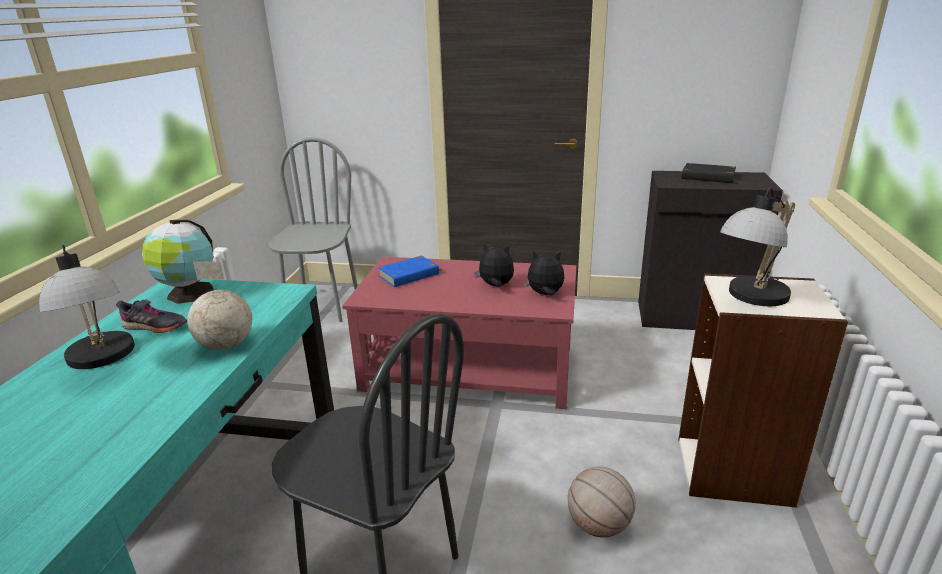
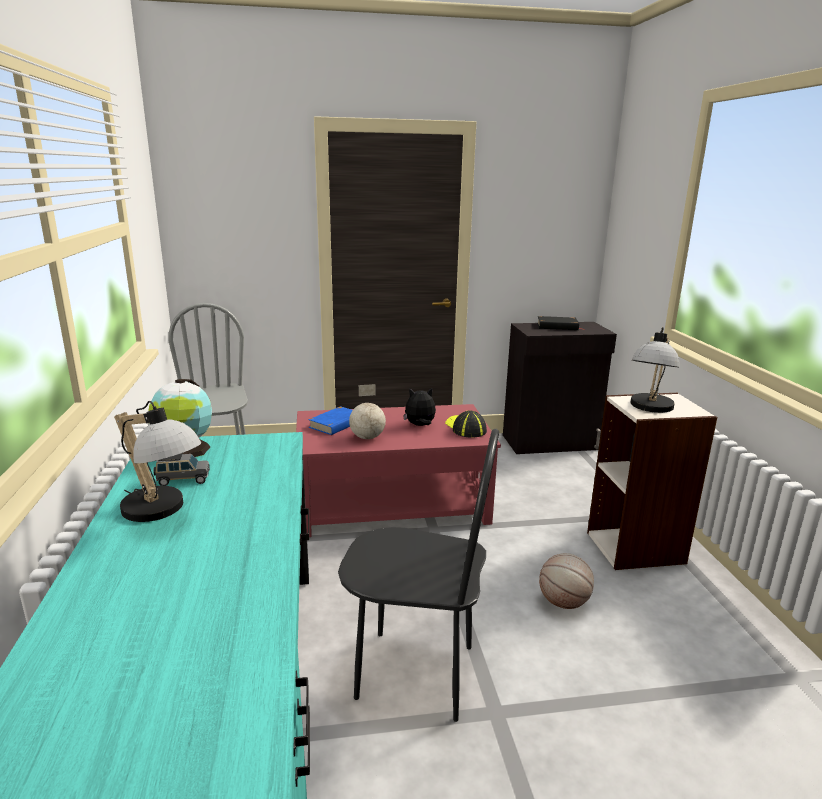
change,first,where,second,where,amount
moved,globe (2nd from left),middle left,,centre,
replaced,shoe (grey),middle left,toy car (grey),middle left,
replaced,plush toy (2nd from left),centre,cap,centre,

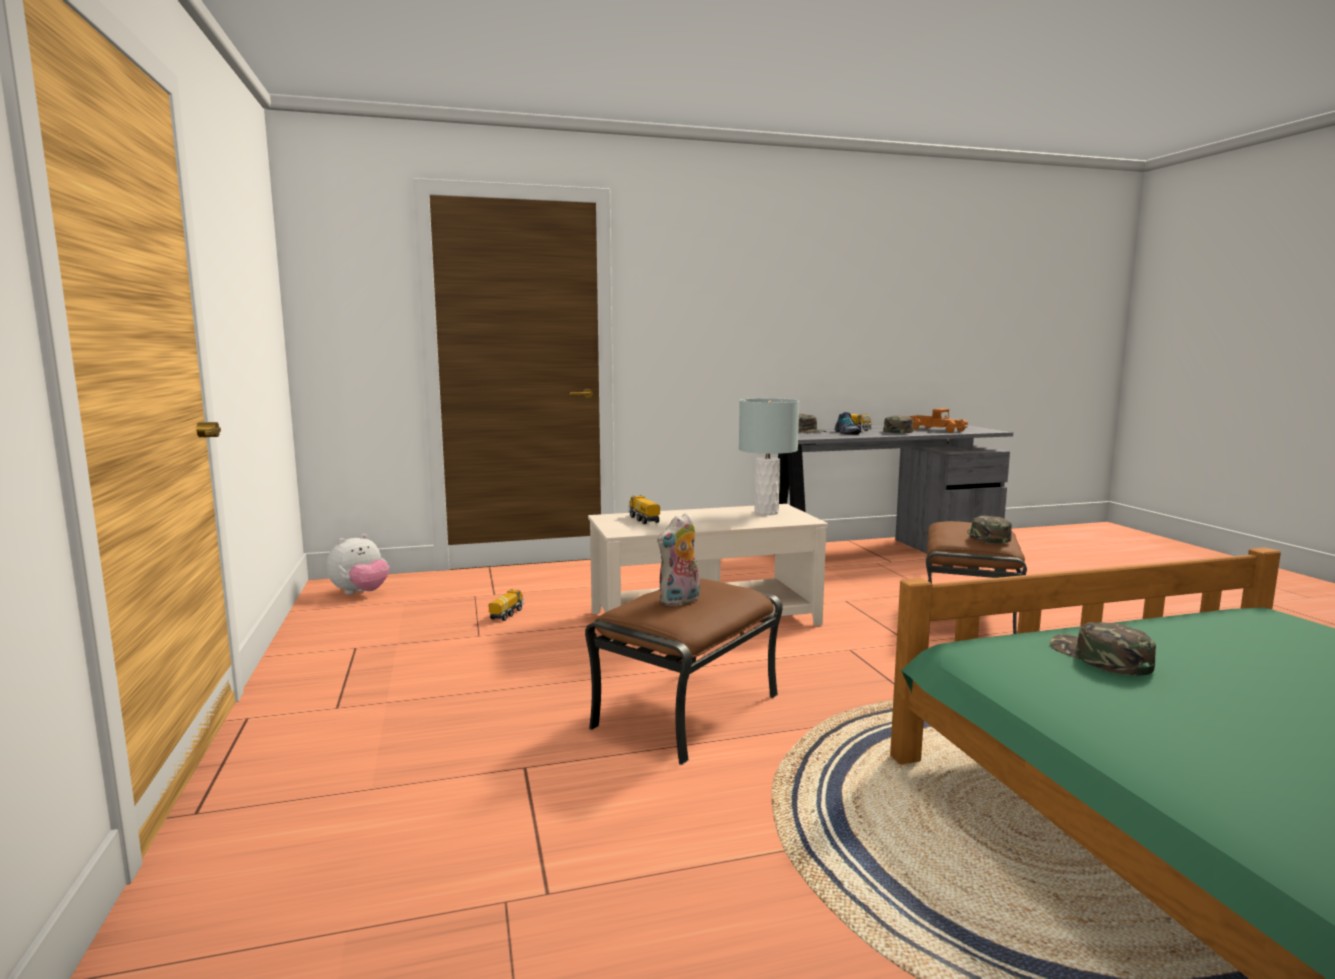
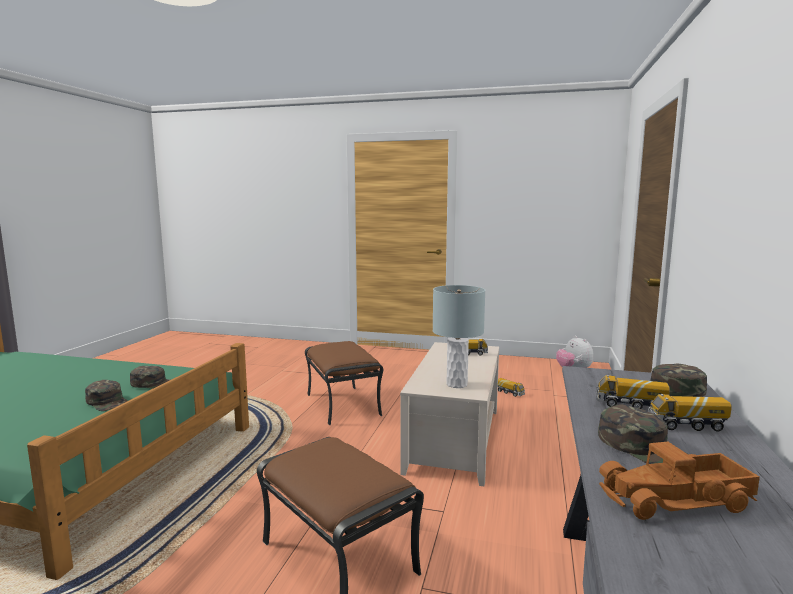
change,first,where,second,where,amount
removed,plush toy (2nd from left),centre,,,
moved,cap (green) (3rd from left in the first image),middle right,cap (green) (1st from left),middle left,
replaced,shoe,centre,toy truck (3rd from left),middle right,

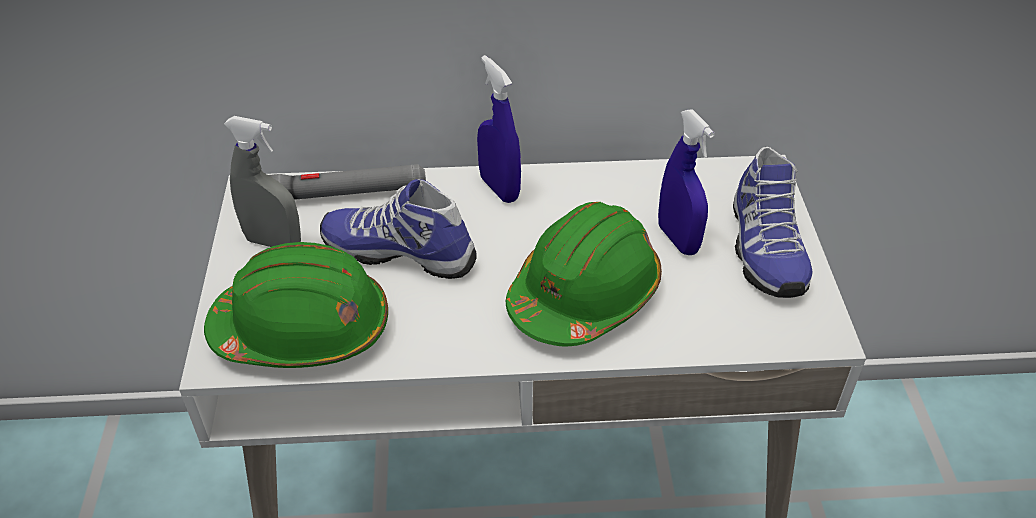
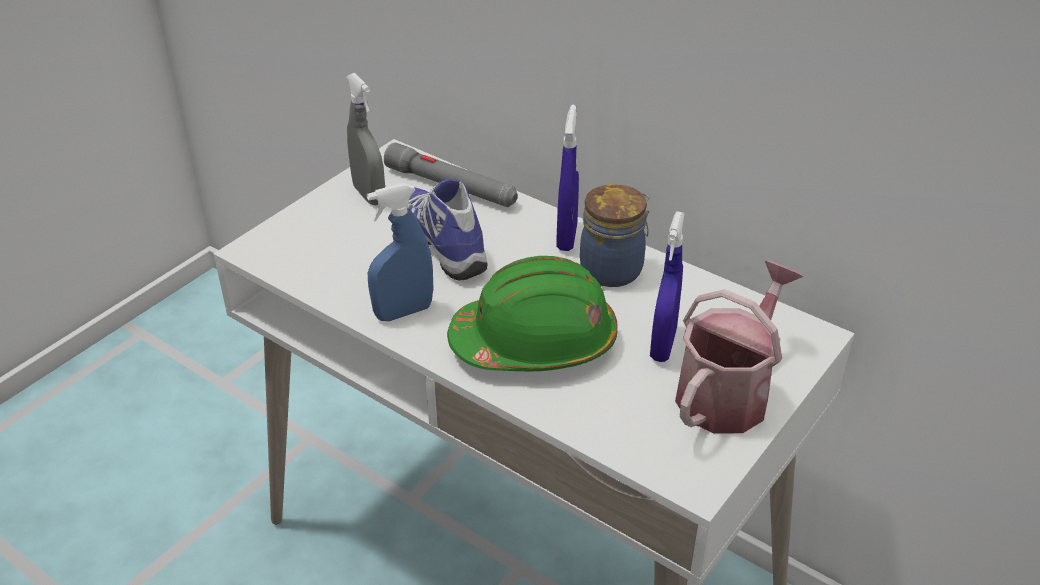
change,first,where,second,where,amount
removed,hard hat (green) (1st from left),middle left,,,
added,,,spray bottle (blue) (1st from left),centre,
added,,,jar,centre,
replaced,shoe (2nd from left),middle right,watering can,middle right,

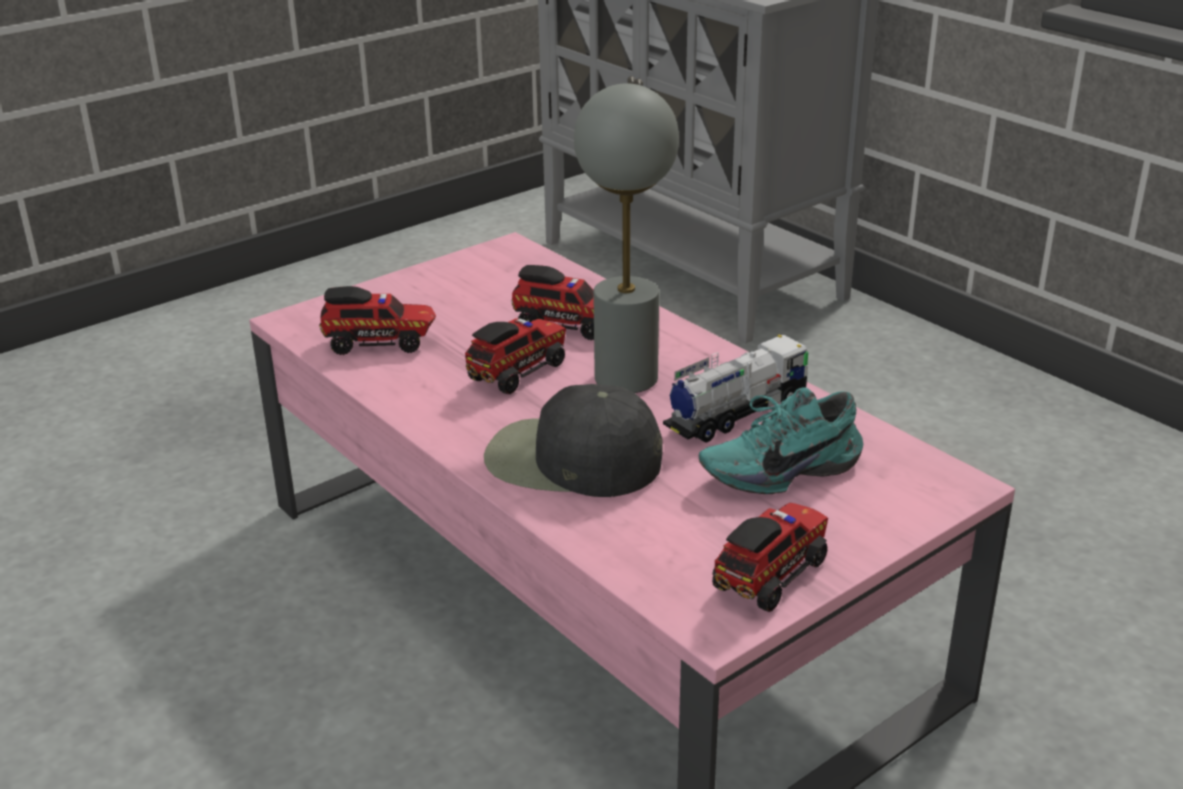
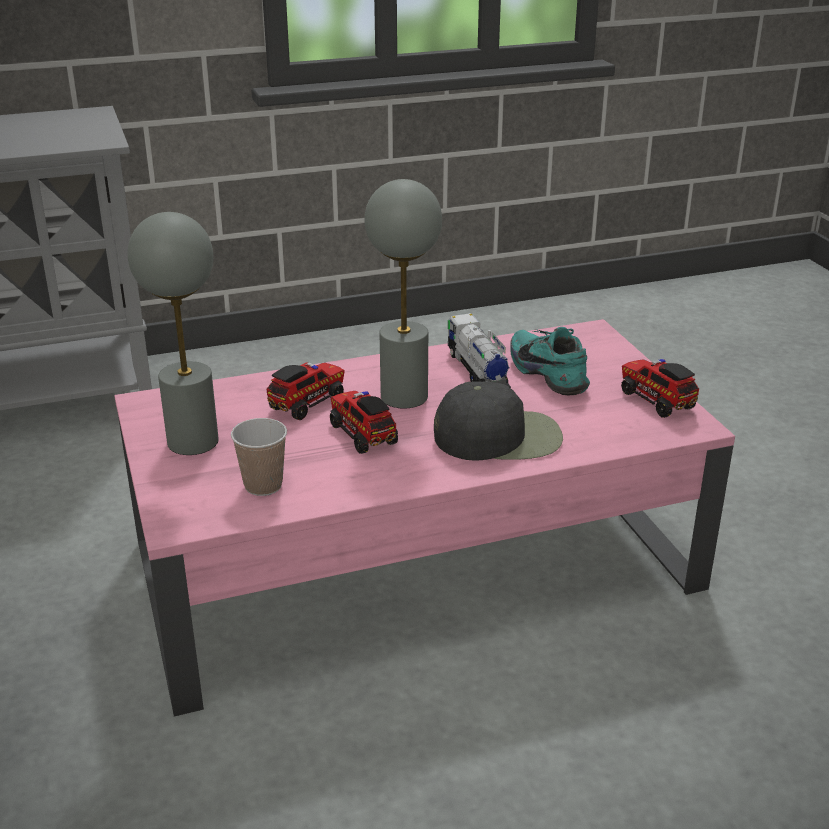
change,first,where,second,where,amount
added,,,table lamp (grey) (1st from left),middle left,
replaced,toy truck (1st from left),middle left,cup,middle left,
turned,cap (black),centre,,centre,135 degrees counterclockwise
turned,shoe (turquoise),centre,,centre,150 degrees clockwise

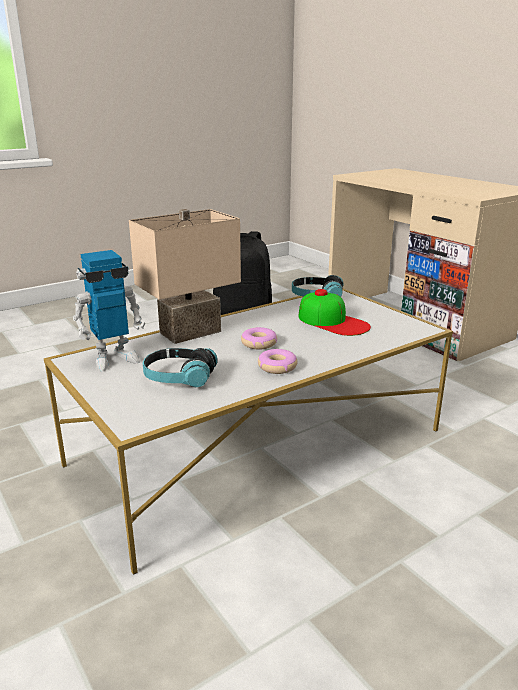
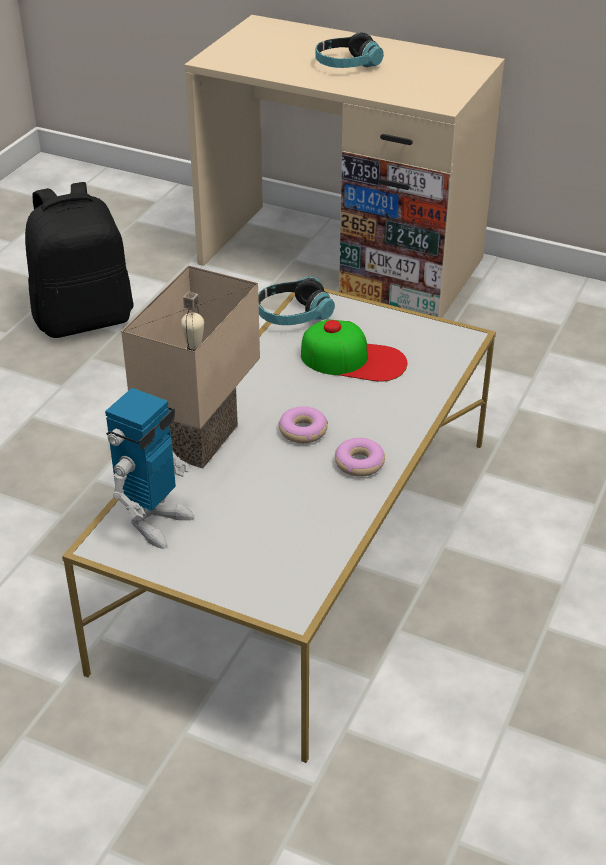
change,first,where,second,where,amount
moved,headphones (1st from left in the first image),centre,headphones (2nd from left),top centre,

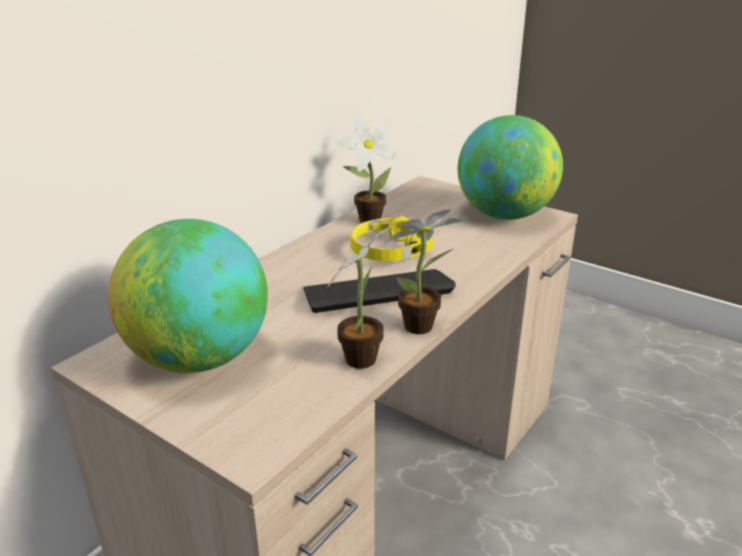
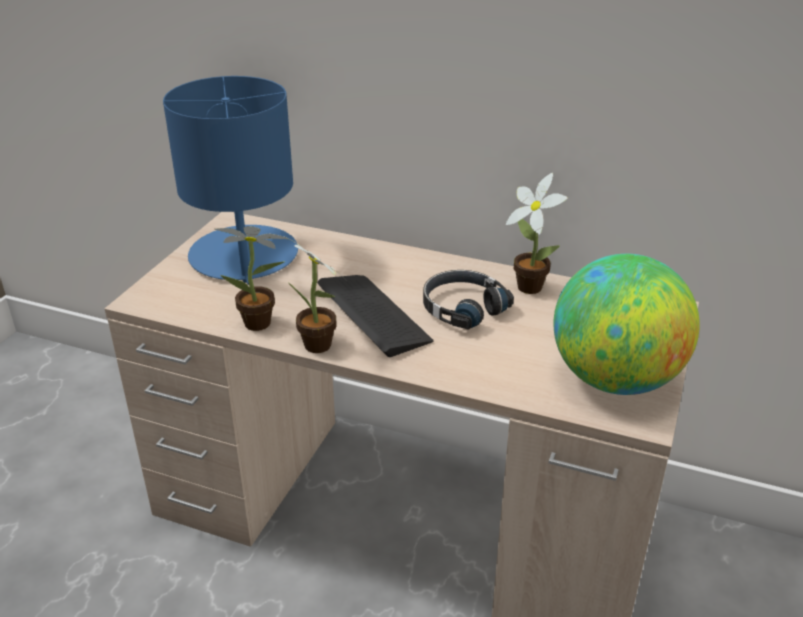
change,first,where,second,where,amount
replaced,globe (1st from left),middle left,table lamp (blue),top left,
recoloured,headphones (yellow),centre,headphones (black),centre,

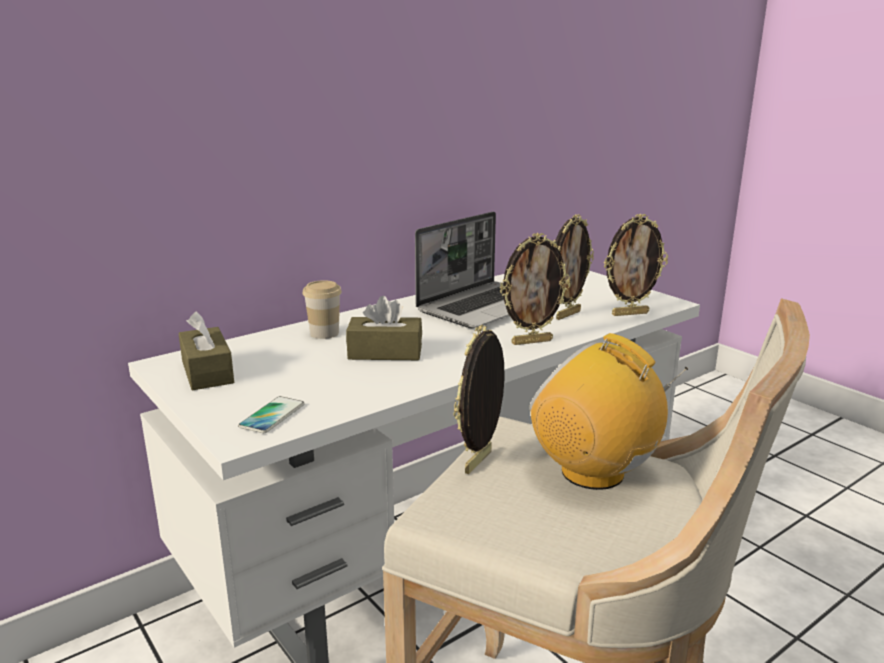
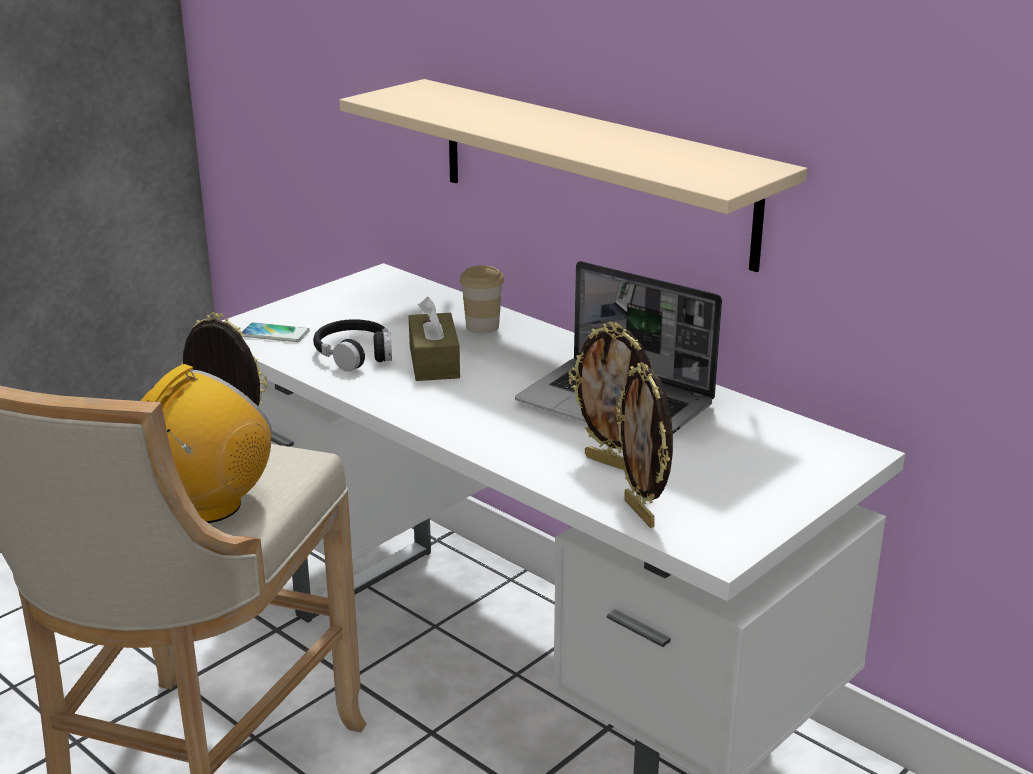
change,first,where,second,where,amount
removed,tissue box (brown) (1st from left),middle left,,,
removed,picture frame (2nd from left),centre,,,
added,,,headphones (black),centre,
added,,,shelf (beige),top centre,

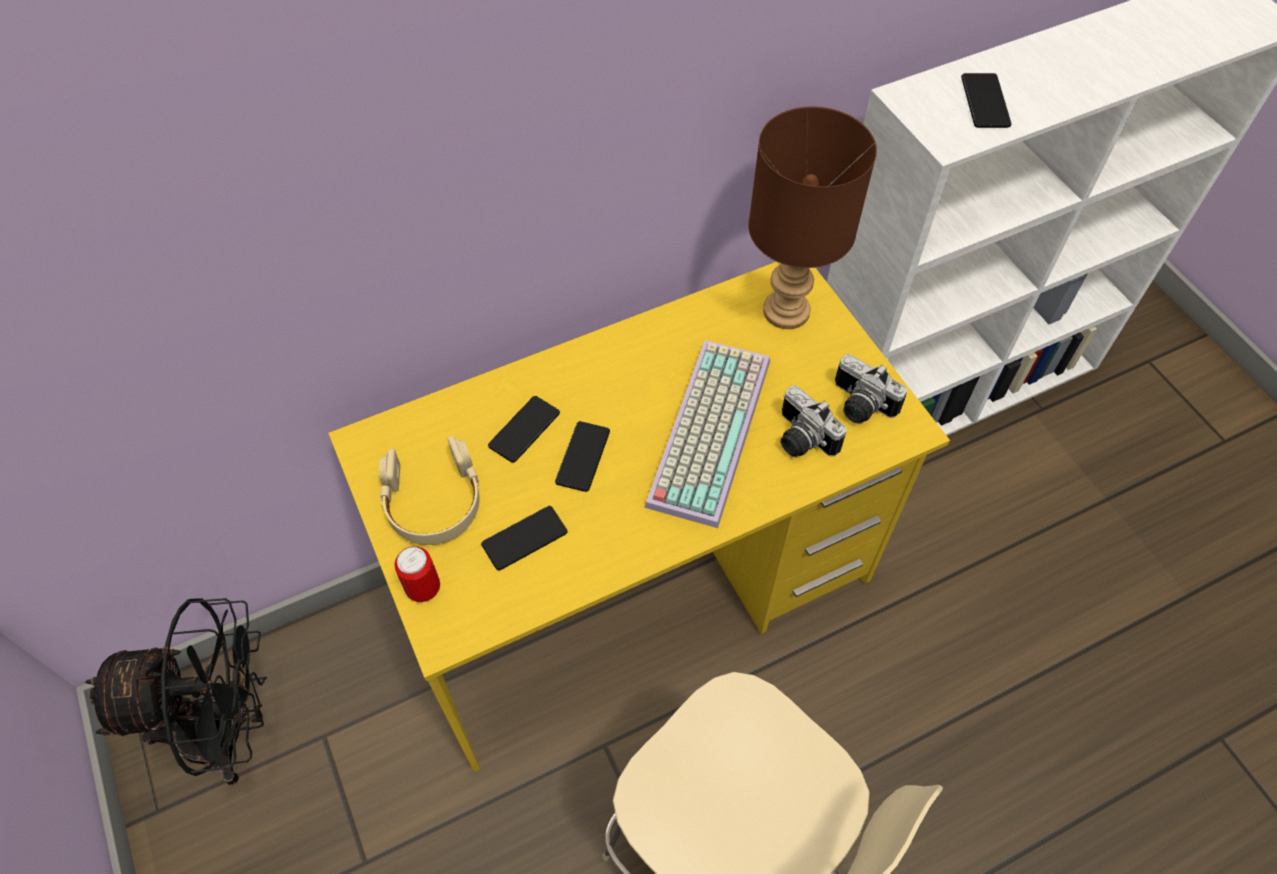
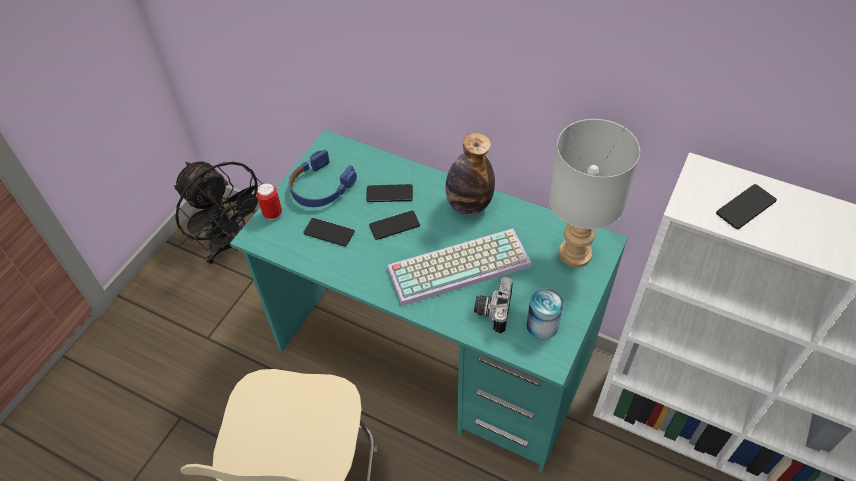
change,first,where,second,where,amount
added,,,bottle,centre,
replaced,photo camera (2nd from left),middle right,can (2nd from left),centre,
recoloured,desk (yellow),centre,desk (turquoise),centre,
recoloured,headphones (beige),centre,headphones (blue),centre,
recoloured,table lamp (brown),top centre,table lamp (grey),middle right,

